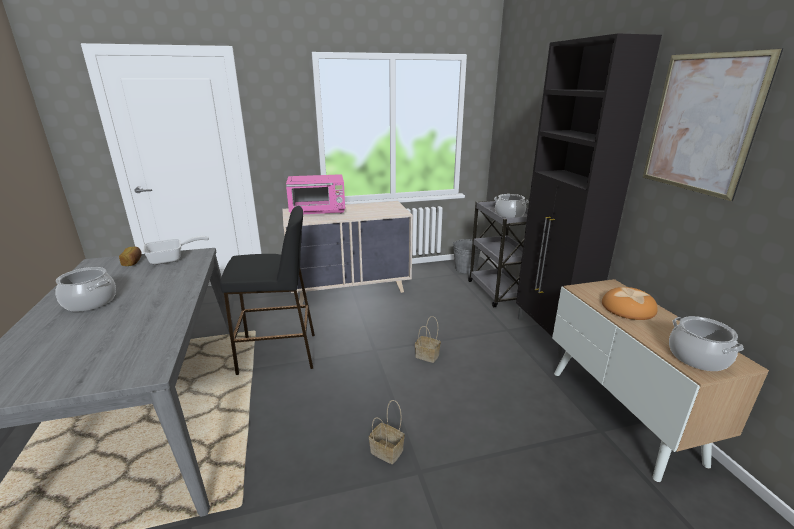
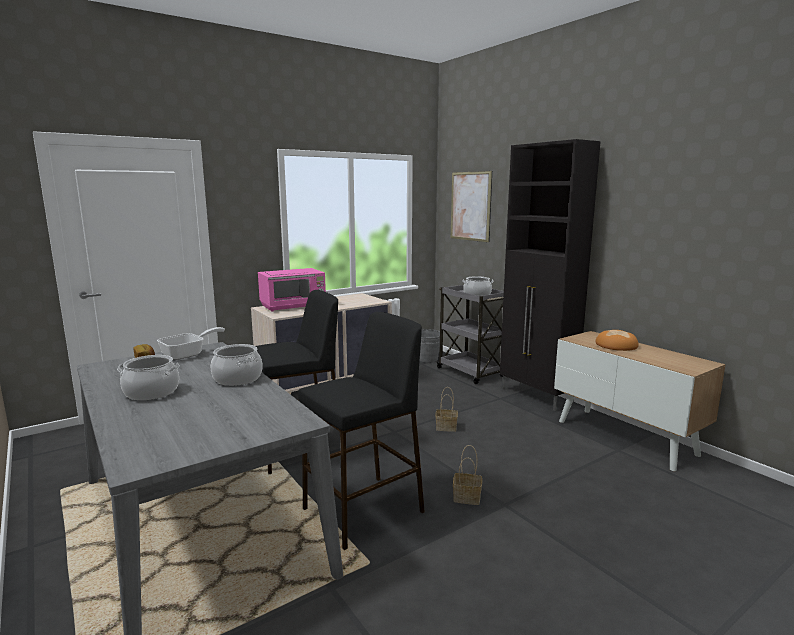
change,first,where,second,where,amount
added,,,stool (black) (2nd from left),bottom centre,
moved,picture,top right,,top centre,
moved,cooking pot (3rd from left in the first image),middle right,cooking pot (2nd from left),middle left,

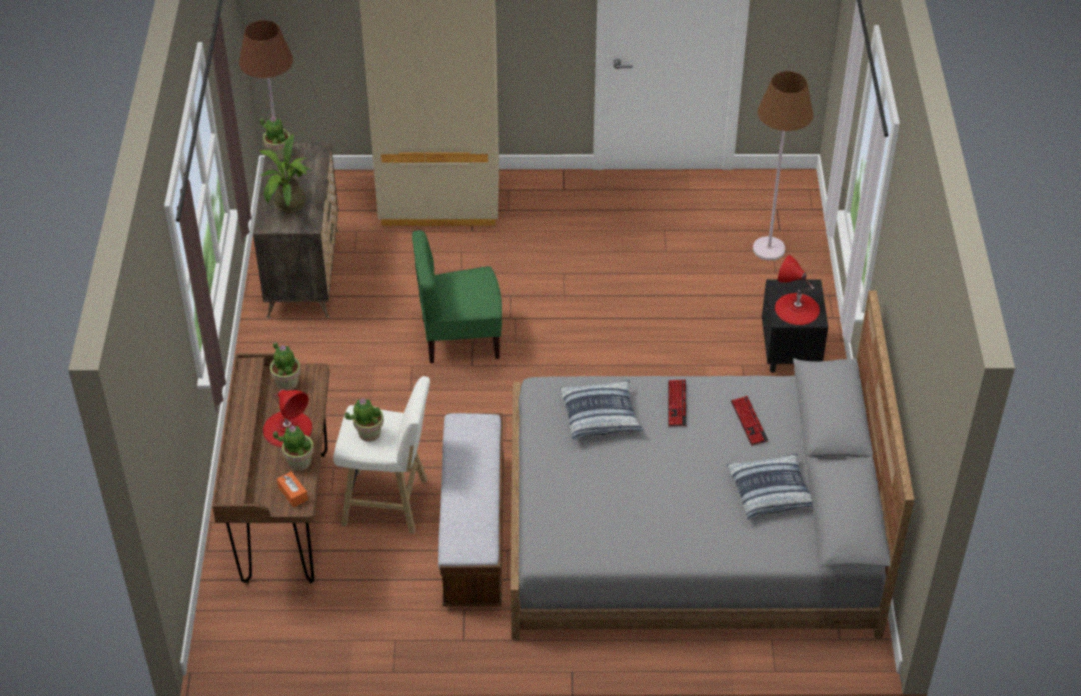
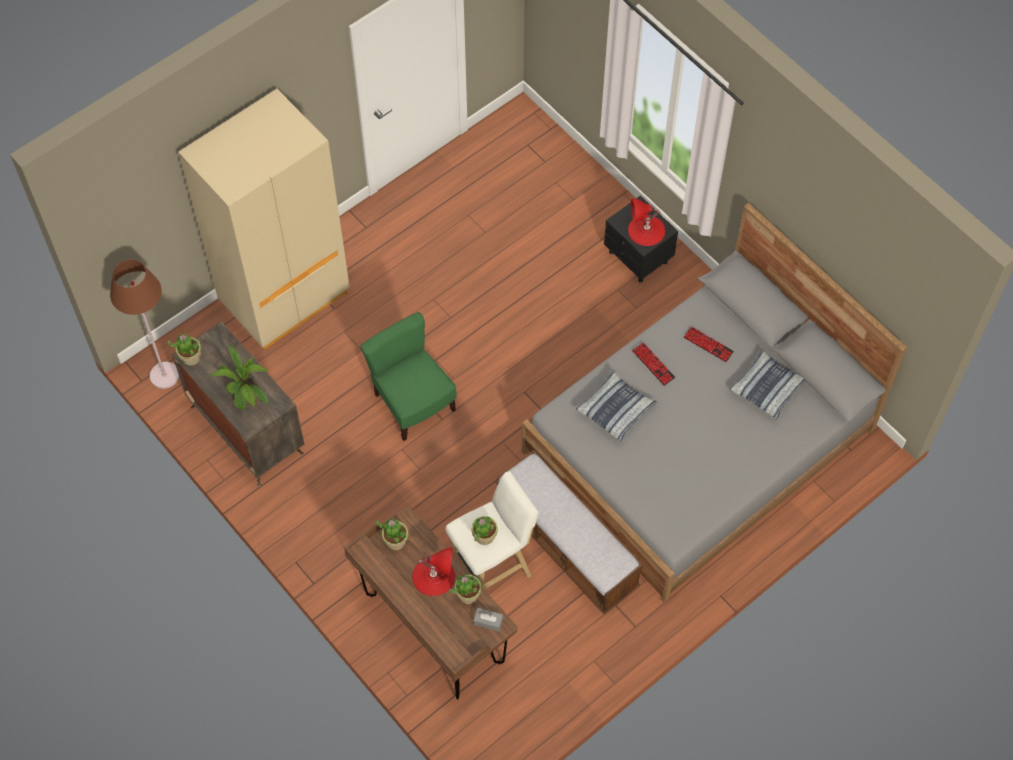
change,first,where,second,where,amount
removed,floor lamp (brown) (2nd from left),top right,,,
recoloured,tissue box (orange),bottom left,tissue box (grey),bottom centre,
turned,chair (green),centre,,centre,105 degrees clockwise

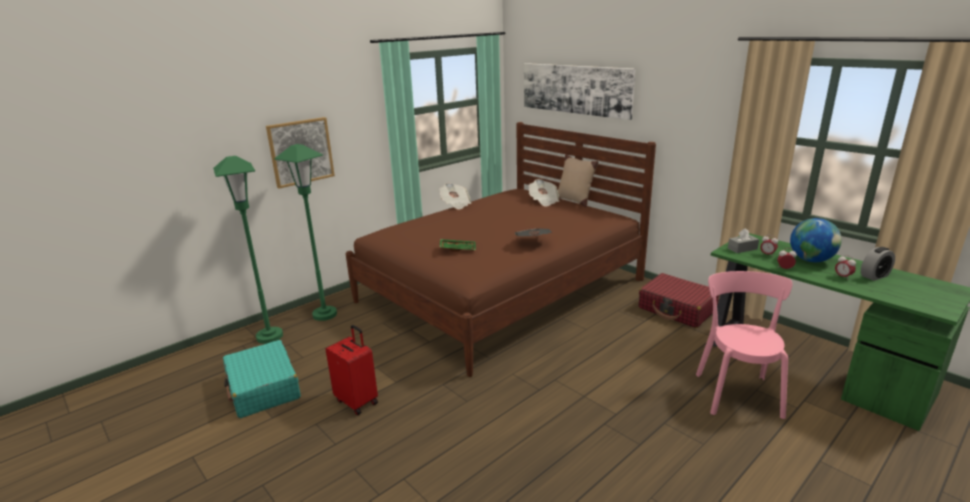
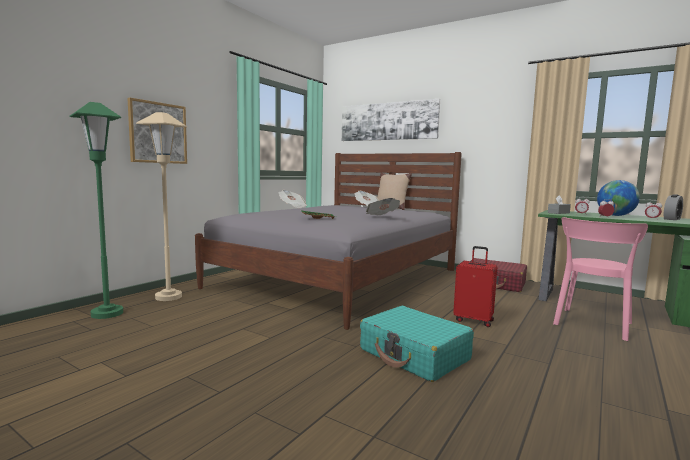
change,first,where,second,where,amount
moved,suitcase (turquoise),bottom left,,bottom centre,
moved,suitcase (red) (1st from left),bottom centre,,middle right,
recoloured,floor lamp (green) (2nd from left),middle left,floor lamp (beige),middle left,
recoloured,bed (brown),centre,bed (grey),centre,
turned,chair (pink),bottom right,,middle right,135 degrees counterclockwise

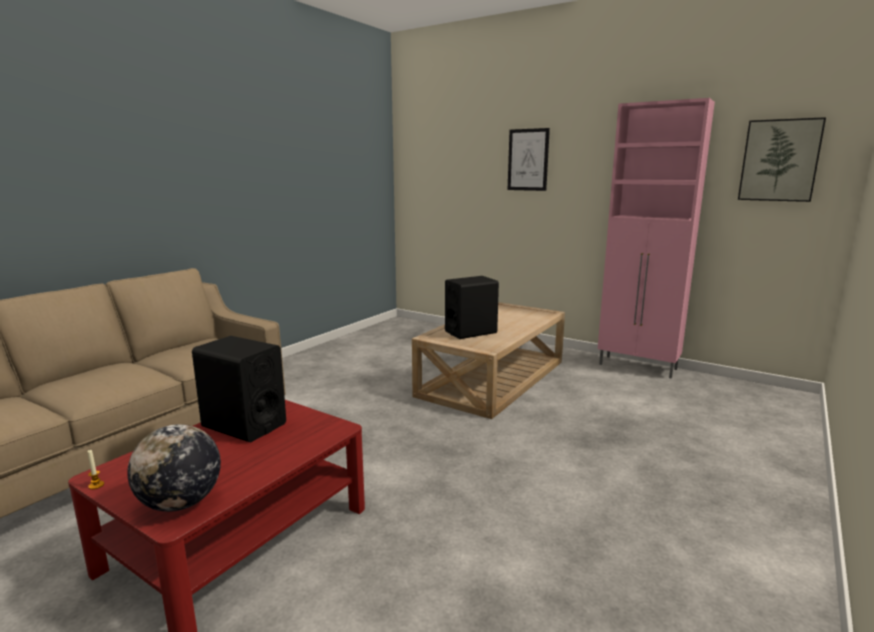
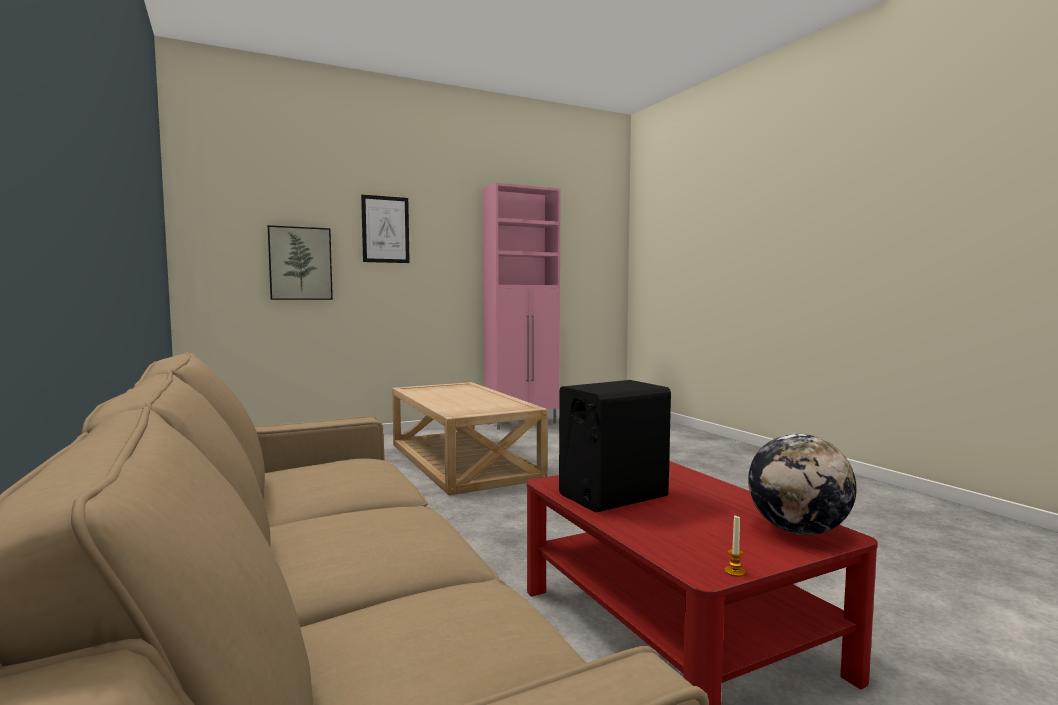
change,first,where,second,where,amount
removed,speaker (black) (2nd from left),centre,,,
moved,picture (2nd from left in the first image),top right,picture (1st from left),middle left,

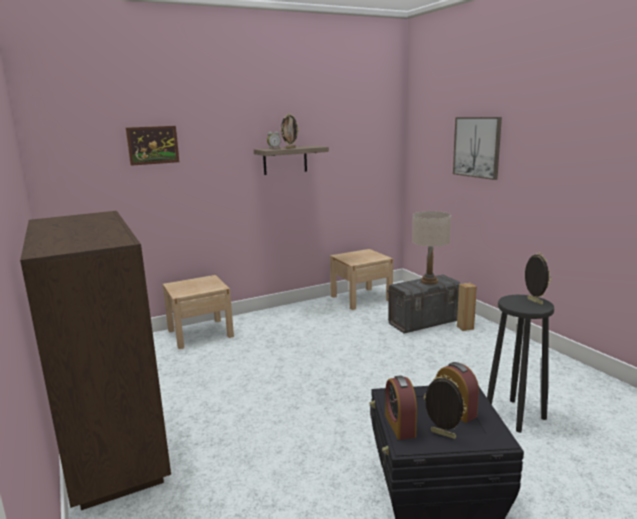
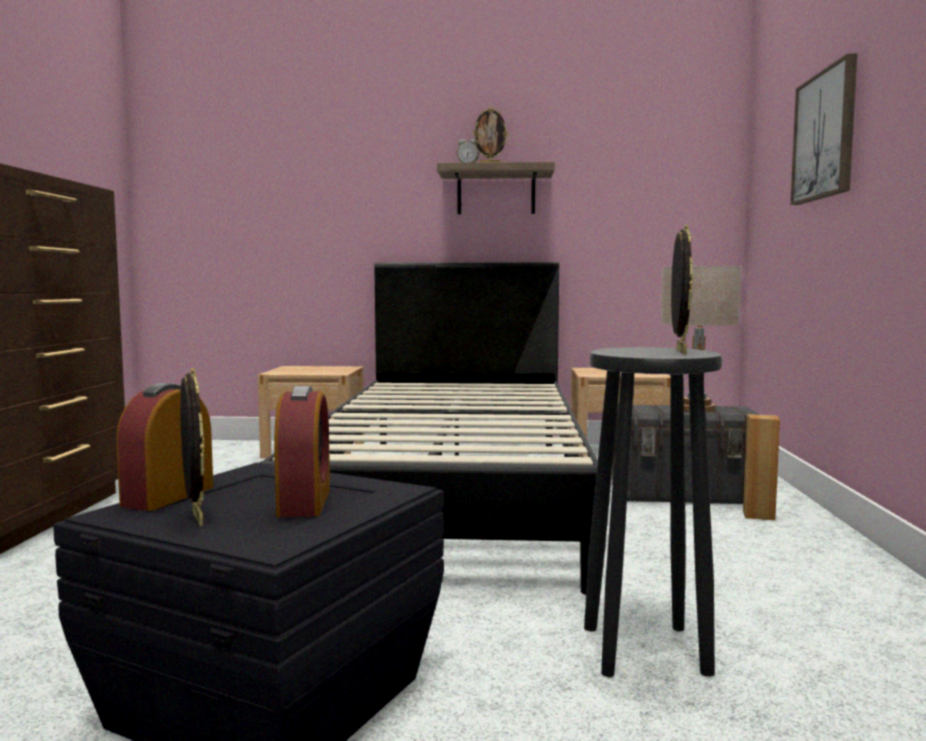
change,first,where,second,where,amount
removed,picture (1st from left),top left,,,
added,,,bed (black),centre,

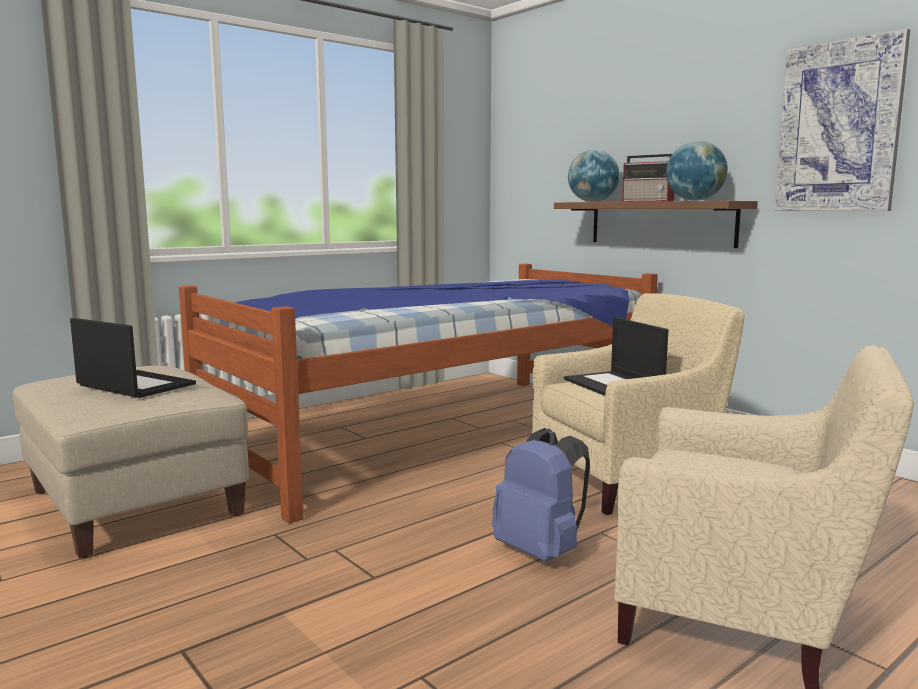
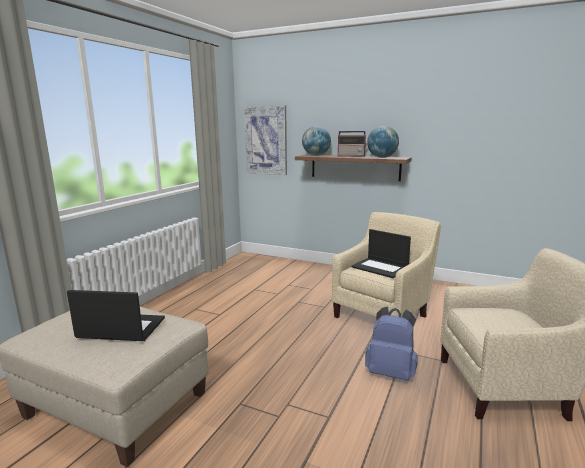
change,first,where,second,where,amount
removed,bed,centre,,,
moved,picture,top right,,top centre,

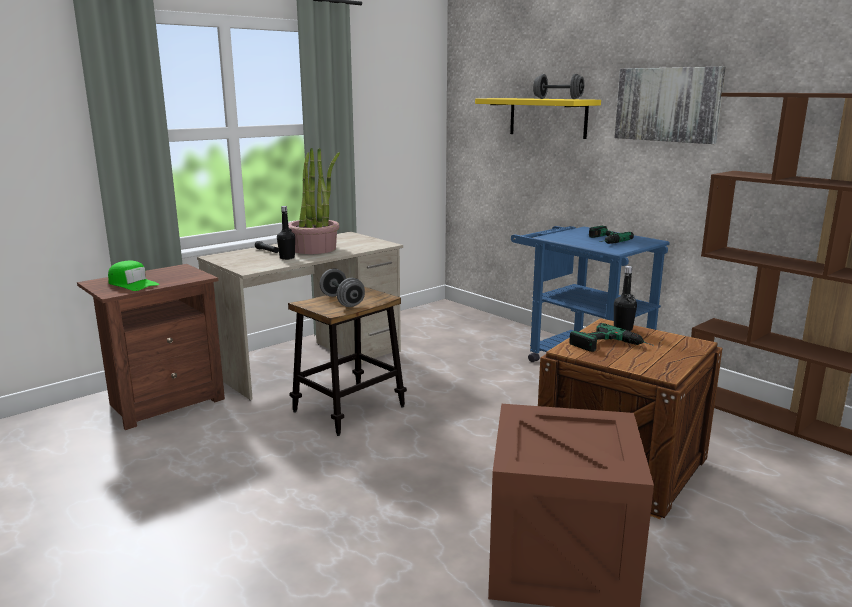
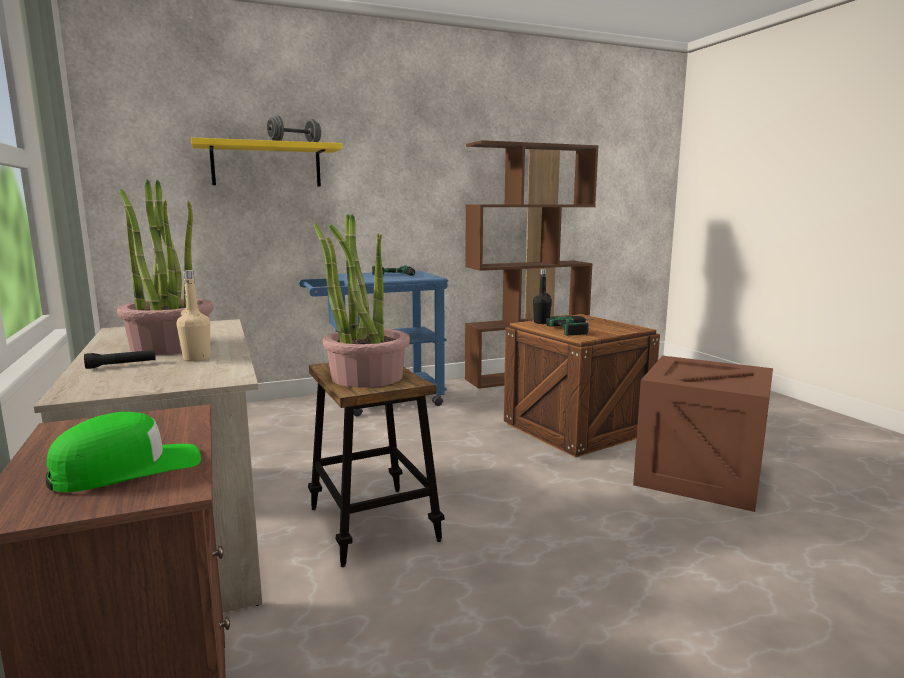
change,first,where,second,where,amount
removed,picture,top right,,,
replaced,dumbbell (grey) (1st from left),centre,potted plant (2nd from left),centre,
recoloured,bottle (black) (1st from left),centre,bottle (beige),middle left,

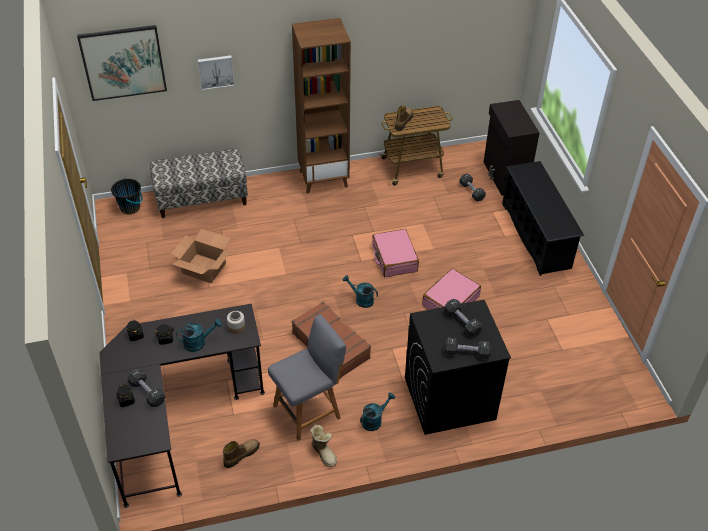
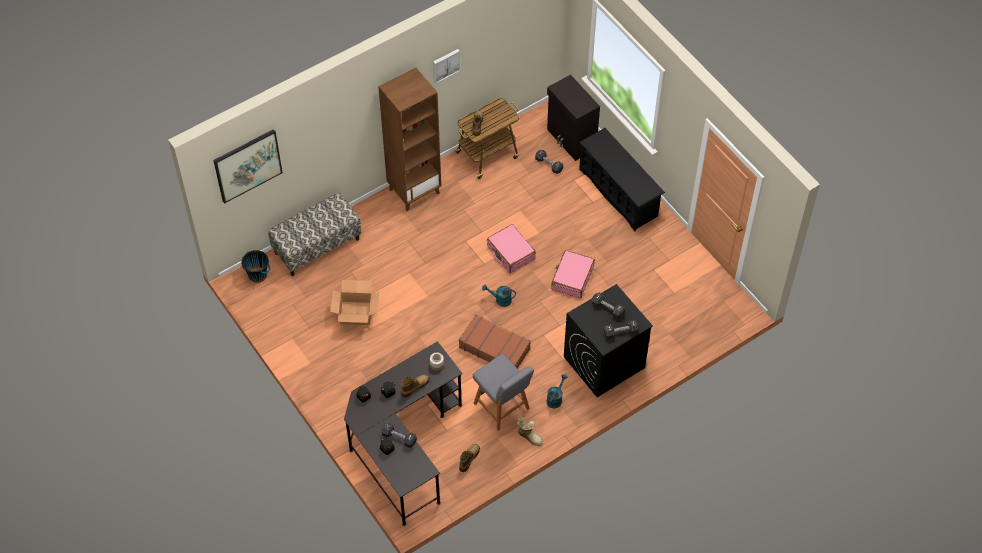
change,first,where,second,where,amount
moved,picture (2nd from left),top left,,top centre,
replaced,watering can (turquoise) (1st from left),middle left,boot (1st from left),bottom centre,
turned,chair (grey),bottom centre,,bottom centre,105 degrees clockwise

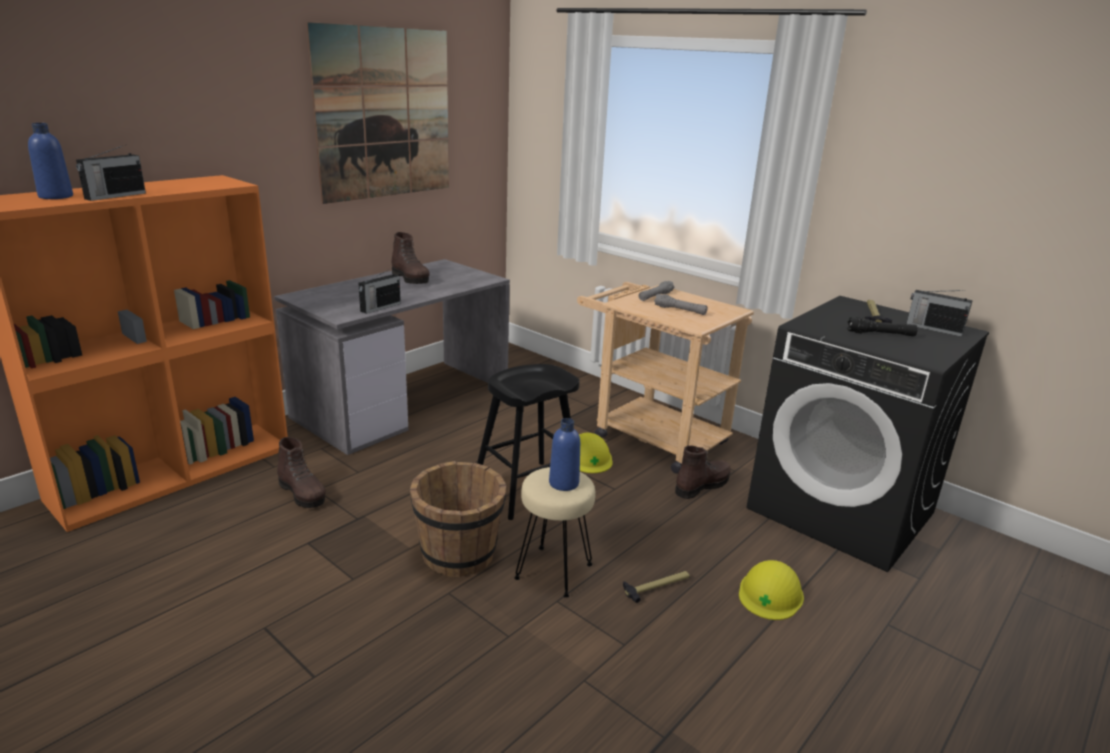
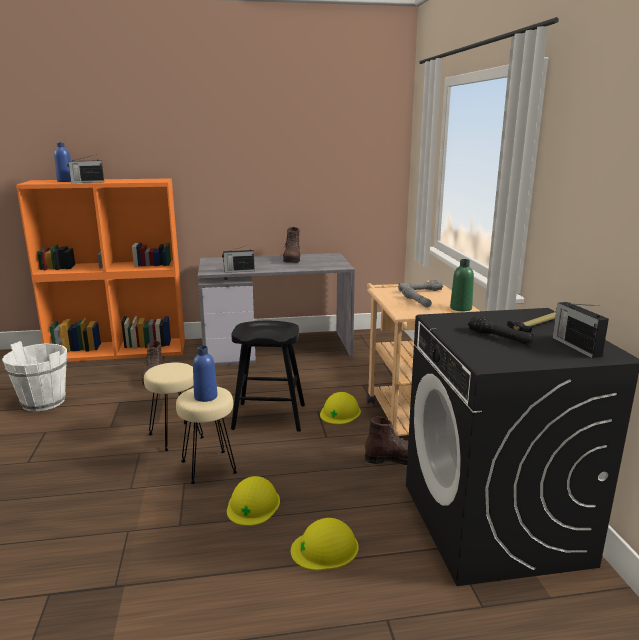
change,first,where,second,where,amount
removed,picture,top centre,,,
added,,,bucket (white),middle left,
added,,,bottle (green),middle right,
replaced,bucket (brown),bottom centre,stool (beige) (1st from left),middle left,
replaced,hammer (1st from left),bottom centre,hard hat (yellow) (1st from left),bottom centre,

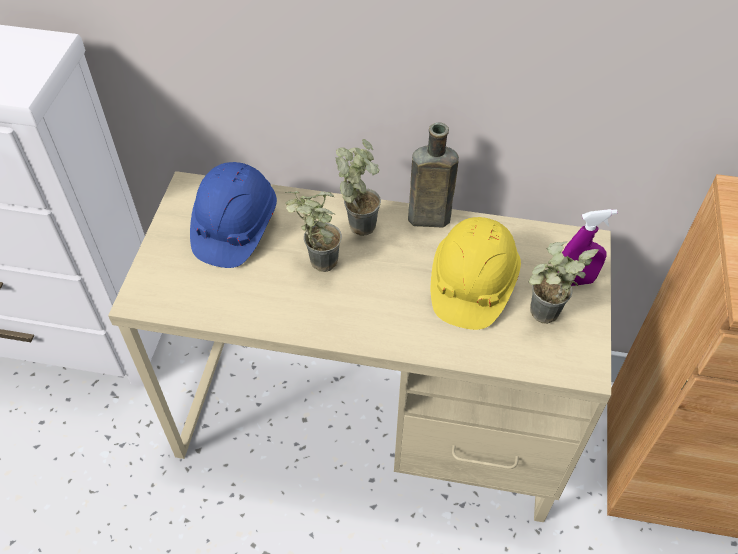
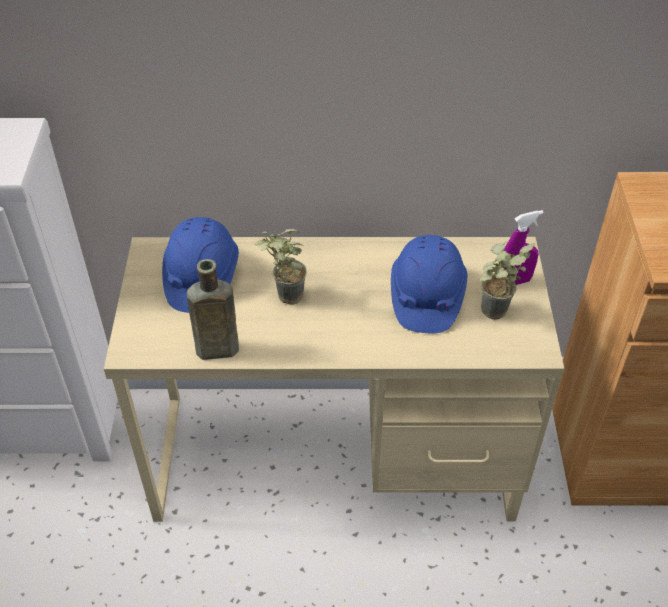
change,first,where,second,where,amount
removed,potted plant (2nd from left),centre,,,
moved,bottle (brown),top centre,,middle left,
recoloured,hard hat (yellow),centre,hard hat (blue) (2nd from left),centre,

